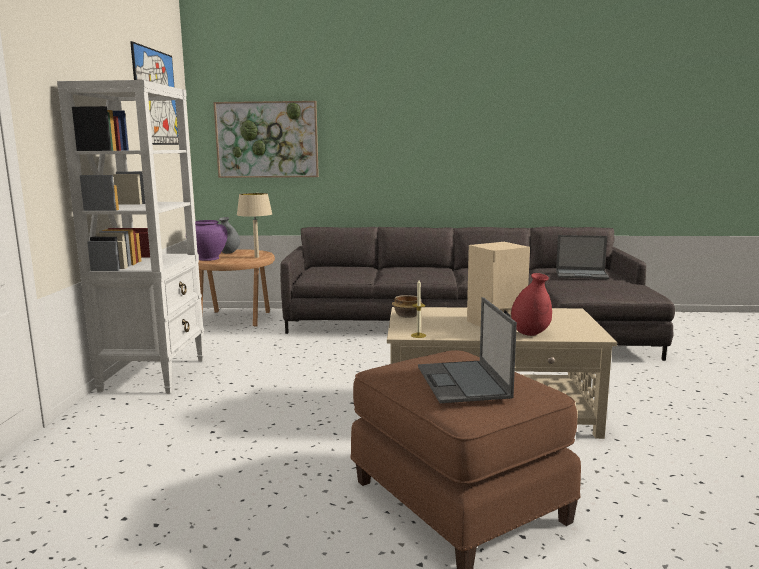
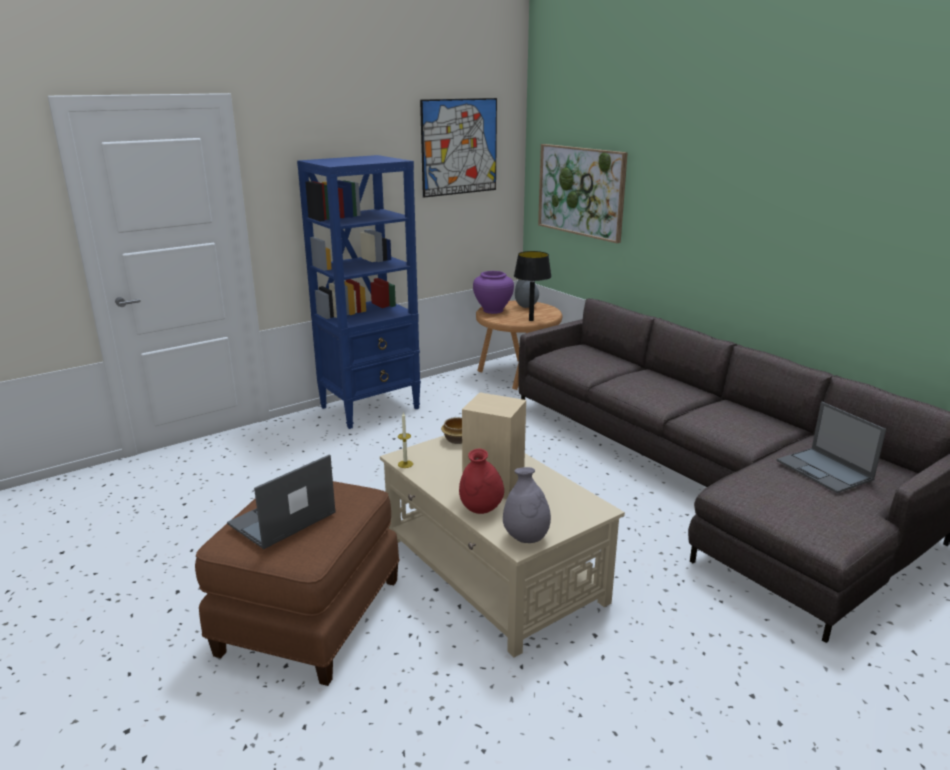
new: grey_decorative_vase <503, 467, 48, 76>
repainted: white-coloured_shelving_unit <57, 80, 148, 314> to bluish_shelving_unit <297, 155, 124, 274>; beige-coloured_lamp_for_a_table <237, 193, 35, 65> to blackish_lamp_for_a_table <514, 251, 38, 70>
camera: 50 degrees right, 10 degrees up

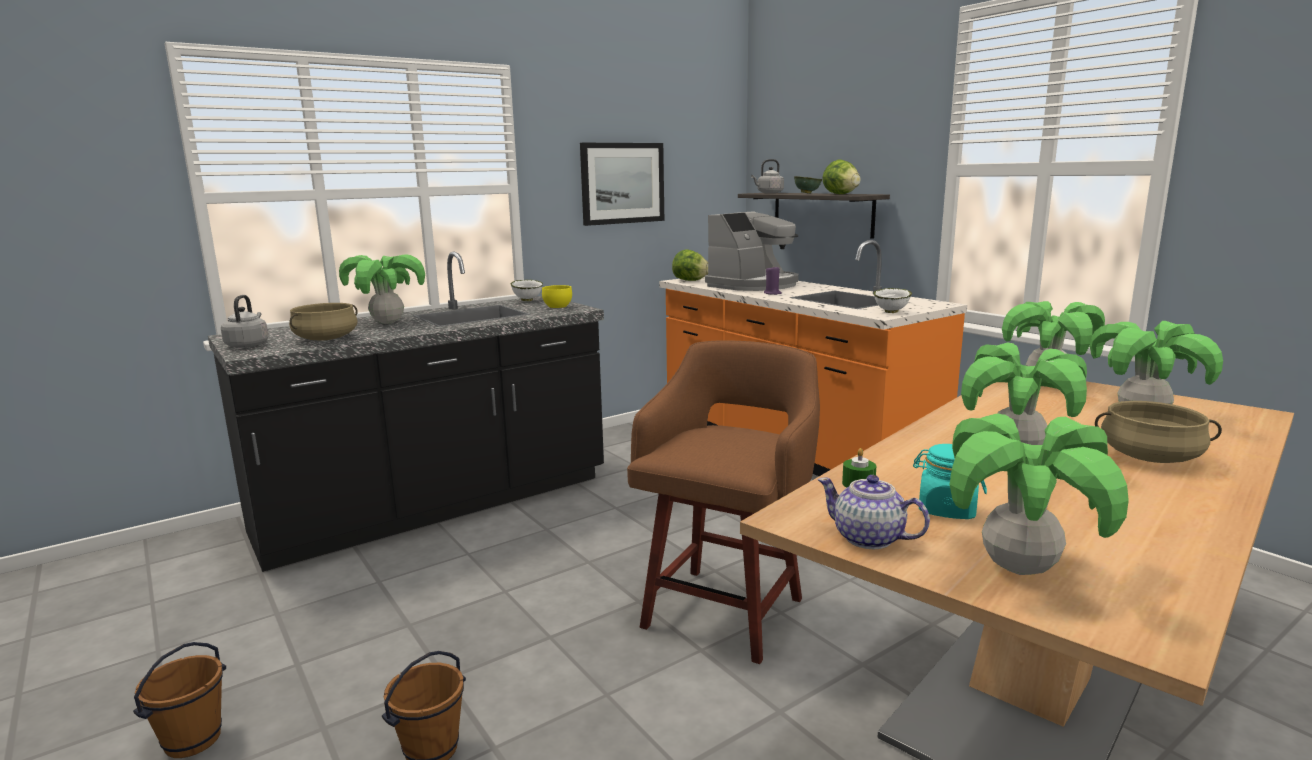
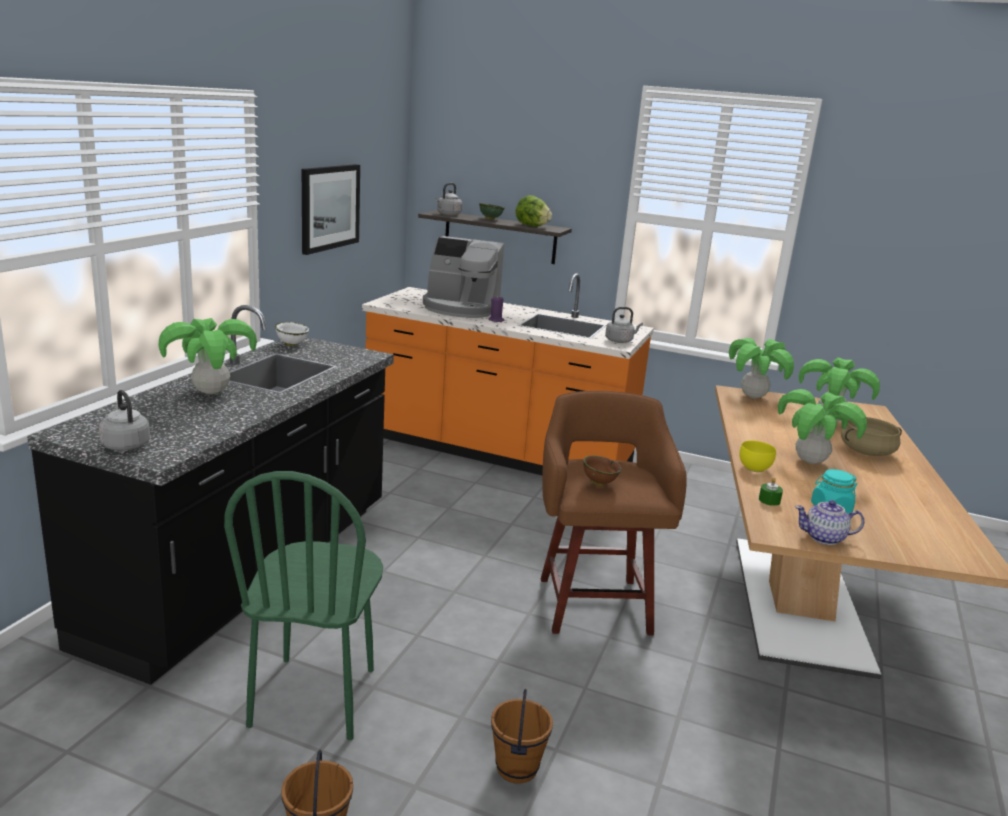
gone: beige-coloured_stockpot <289, 303, 69, 38>; lettuce_head <672, 250, 36, 31>; houseplant <949, 413, 180, 162>
new: green-coloured_chair <224, 471, 159, 269>; brown_serving_bowl <583, 455, 39, 31>
shifted: yellow-coloured_serving_bowl <542, 285, 30, 24> to <740, 441, 36, 31>
swapped: white-coloured_serving_bowl <873, 288, 39, 25> to grey_kettle <605, 307, 38, 36>
rotated: coffee_brewer <705, 211, 94, 80> = <423, 236, 81, 82> 90 degrees clockwise
camera: 35 degrees left, 5 degrees up

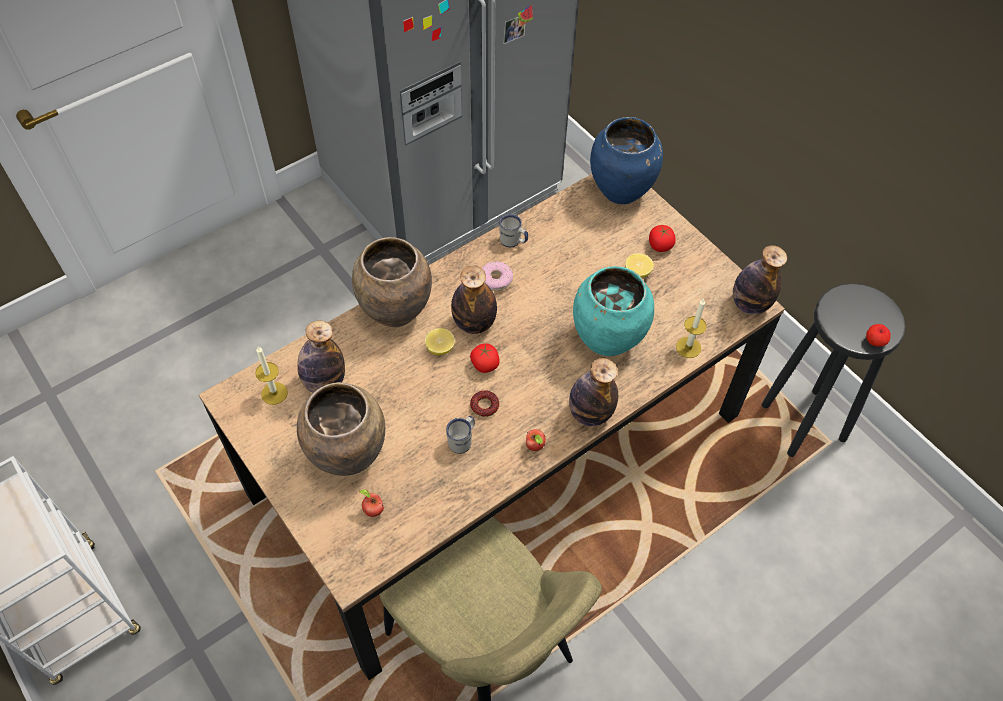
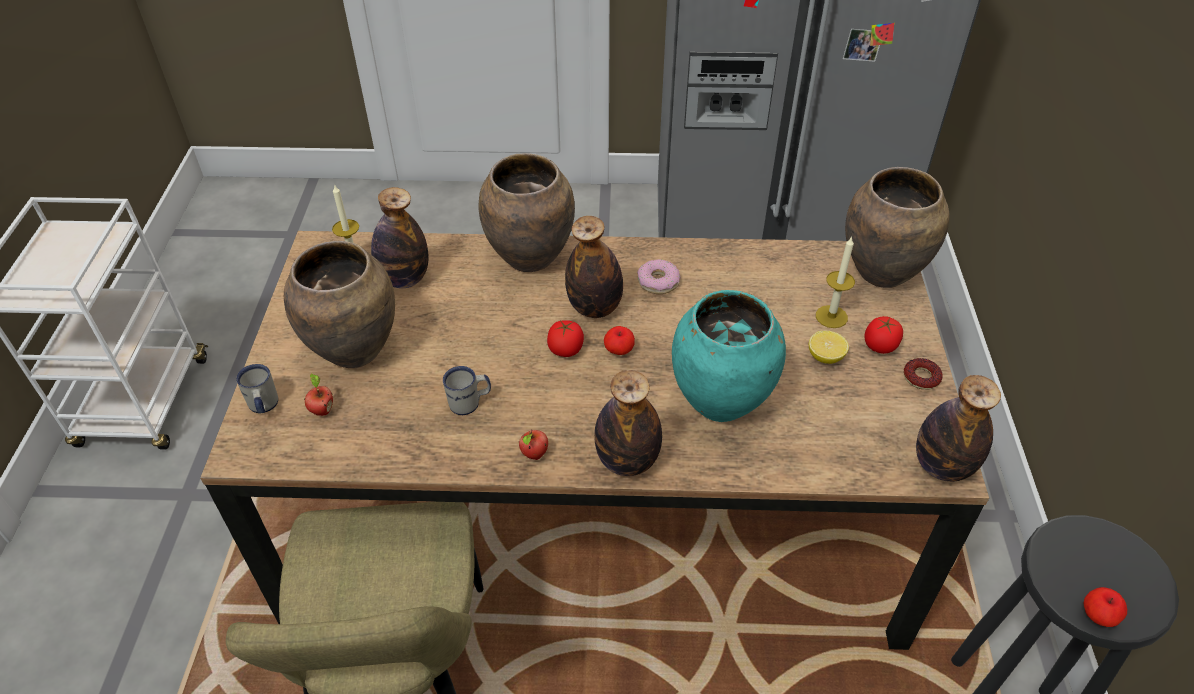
gone: citrus_fruit <425, 328, 30, 27>
new: apple_fruit <604, 326, 31, 29>
shifted: ring_doughnut <470, 390, 29, 27> to <904, 358, 39, 32>; white-coloured_tea_mug <499, 214, 29, 33> to <236, 364, 42, 50>; candle <676, 299, 31, 59> to <816, 236, 39, 92>
repainted: bluish_decorative_vase <590, 117, 73, 87> to brown_decorative_vase <845, 167, 104, 121>
camera: 40 degrees right, 10 degrees down

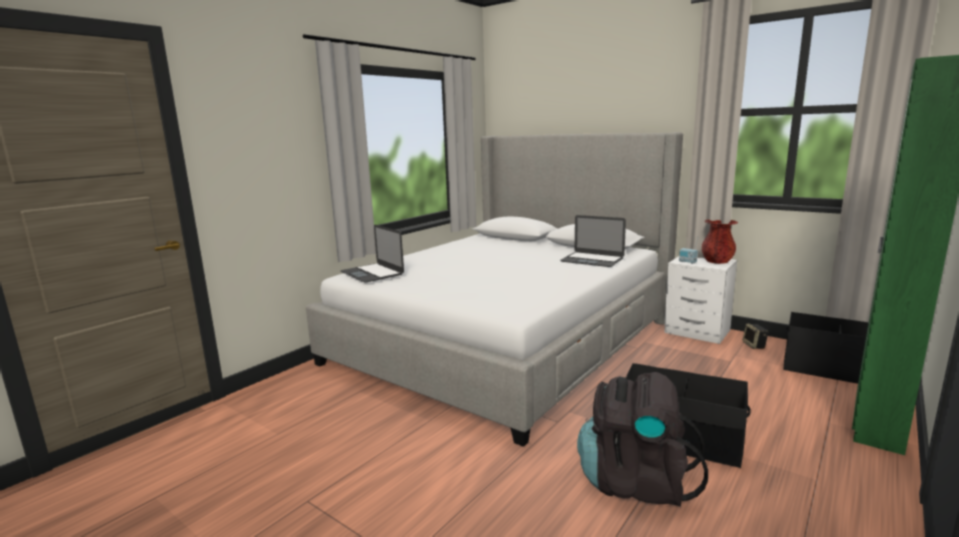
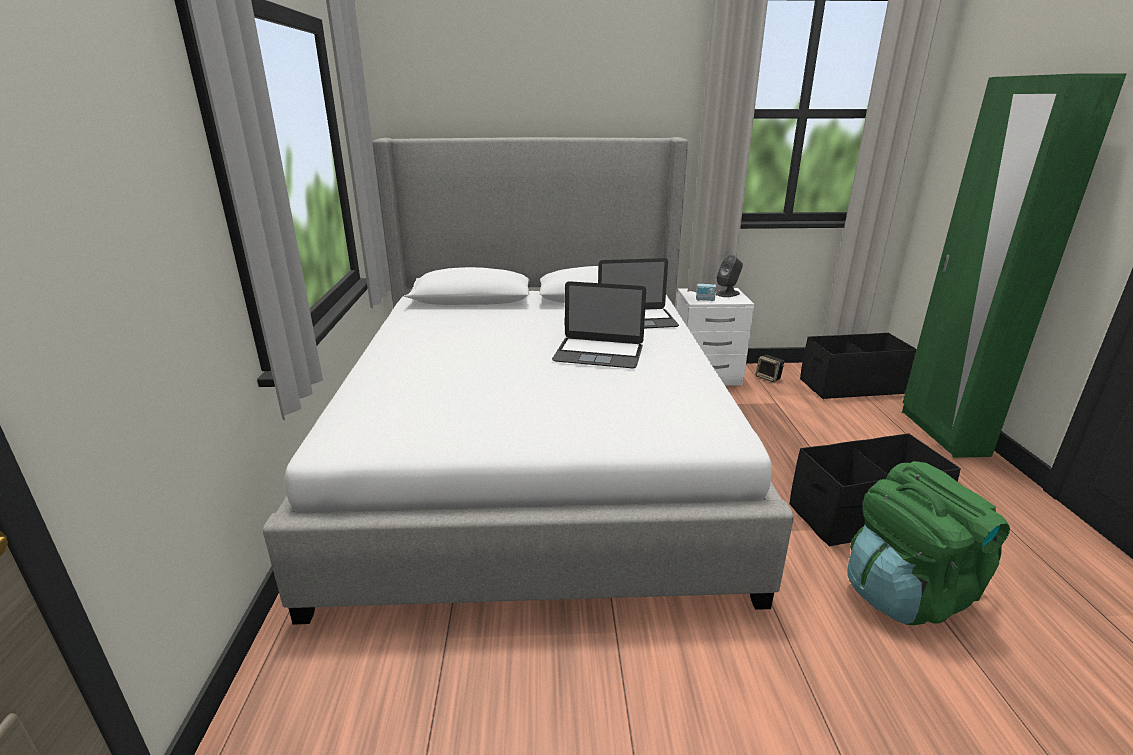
shifted: laptop <341, 225, 63, 58> to <552, 281, 94, 87>
swapped: red_decorative_vase <701, 220, 37, 44> to grey_loudspeaker <716, 255, 27, 42>
repainted: blackish_rucksack <577, 372, 131, 135> to green-coloured_rucksack <847, 461, 163, 164>
camera: 40 degrees left, 10 degrees up

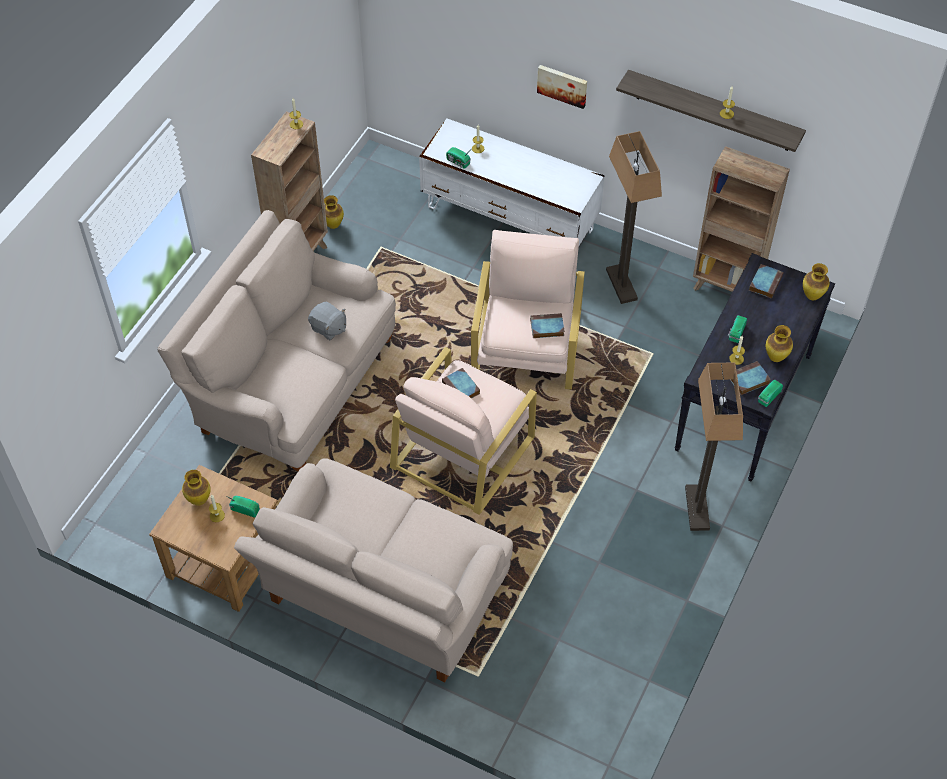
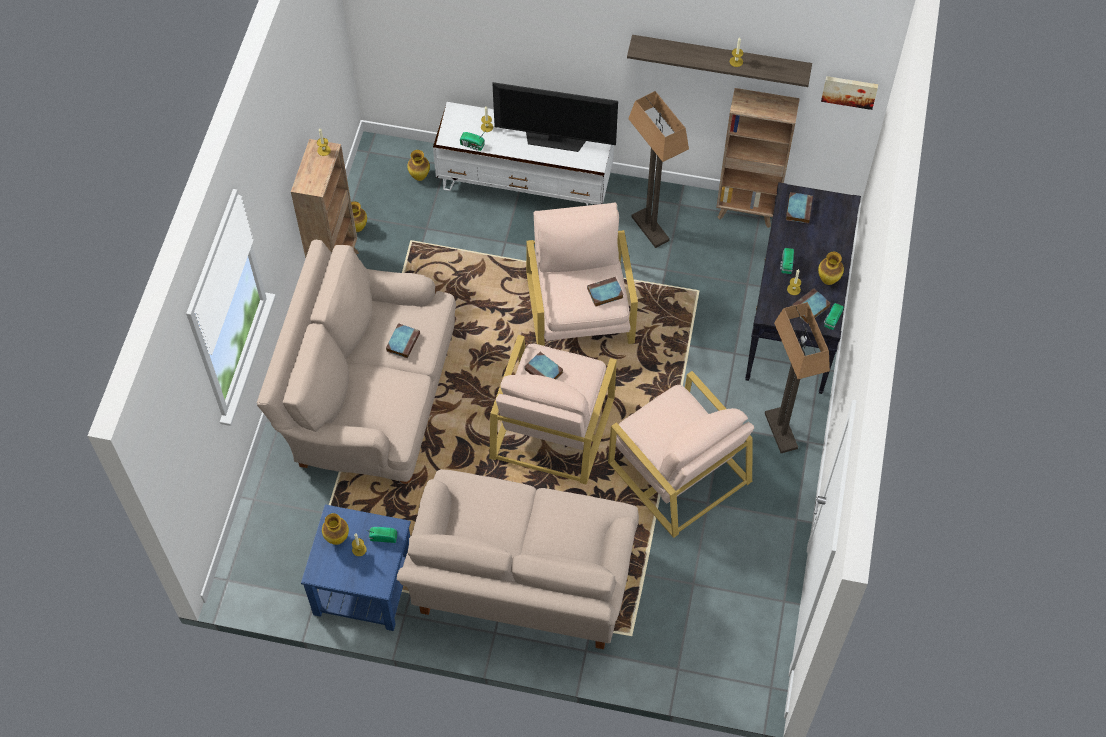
new: TV <492, 82, 126, 70>; beige-coloured_lounge_chair <608, 371, 146, 167>
shifted: wall_picture <537, 65, 50, 44> to <821, 76, 57, 34>; decorative_vase <803, 263, 26, 37> to <407, 150, 23, 31>
swapped: grey_cuddly_toy <308, 302, 38, 38> to volume <386, 323, 34, 35>
repainted: brown_end_table <149, 465, 129, 147> to bluish_end_table <301, 504, 110, 127>
camera: 15 degrees left, 5 degrees up

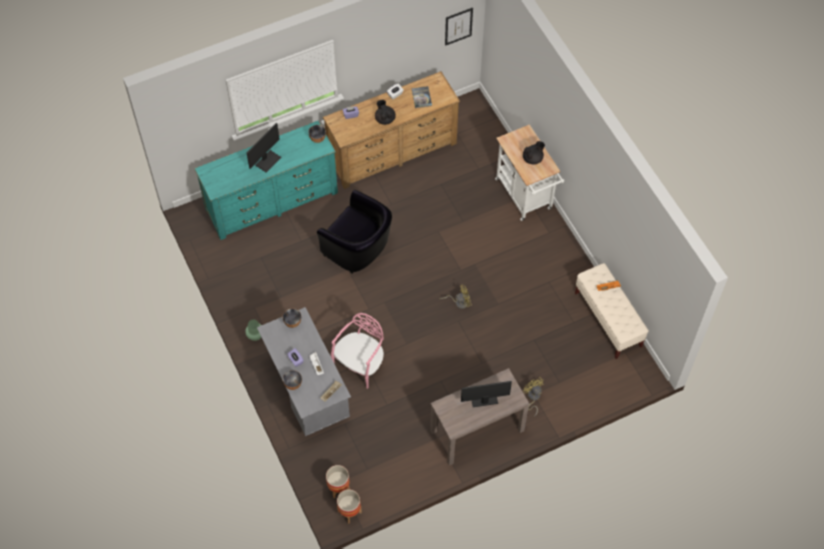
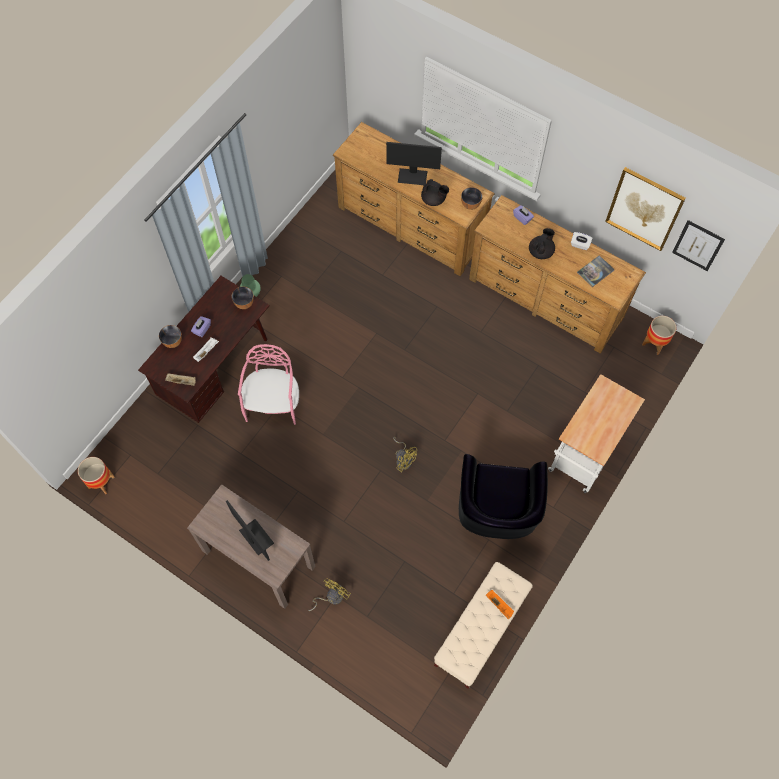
new: wall_picture <605, 167, 81, 84>
shifted: blackish_lounge_chair <317, 190, 75, 84> to <459, 454, 89, 85>; planter <326, 465, 24, 34> to <642, 316, 34, 39>; blackish_pot_for_tea <523, 141, 22, 23> to <421, 179, 28, 27>
repainted: blue-green_drawer_chest <194, 121, 144, 119> to brown_drawer_chest <333, 122, 162, 154>; grey_desk_table <257, 307, 94, 129> to brown_desk_table <138, 276, 132, 147>
rotated: pink_chair <331, 313, 53, 76> = <238, 344, 61, 81> 90 degrees counterclockwise
camera: 60 degrees right, 5 degrees up

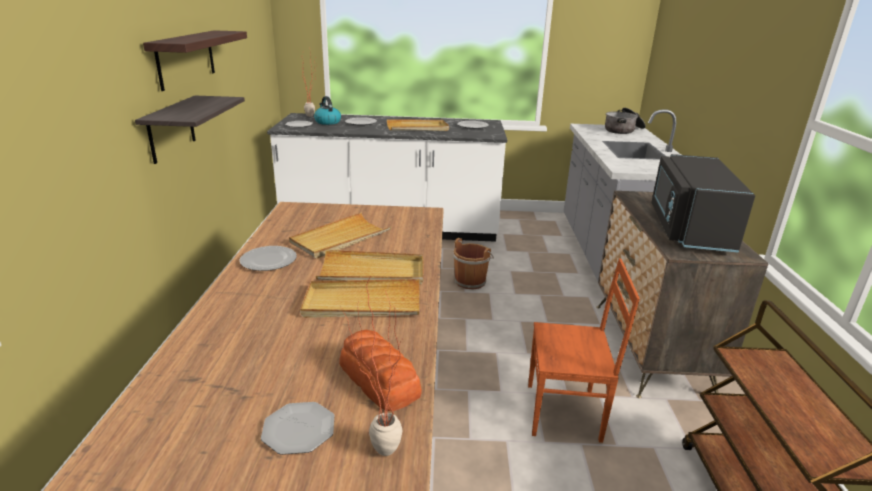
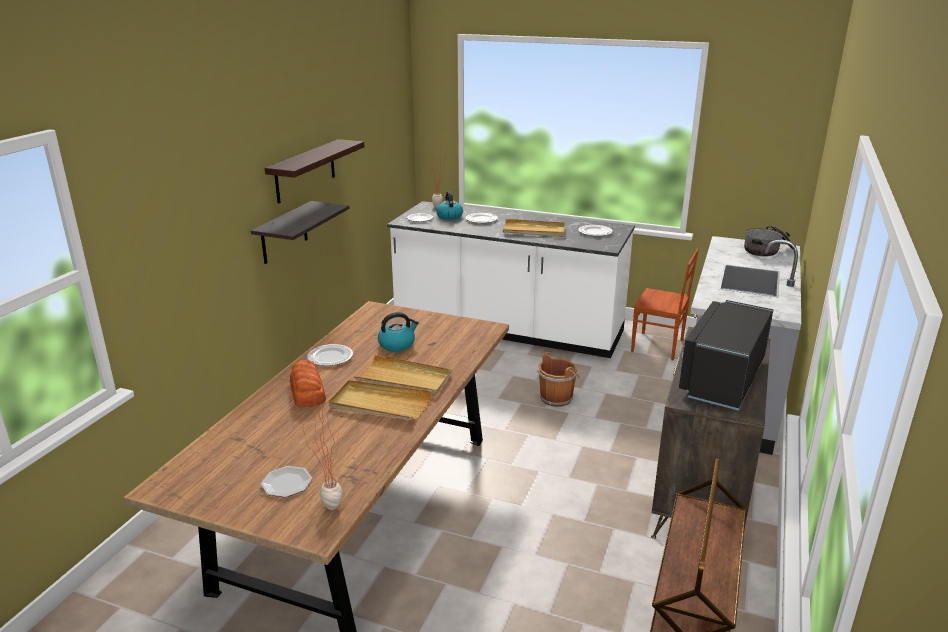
shifted: baked_bread <339, 330, 83, 81> to <290, 360, 36, 48>; brown_chair <528, 258, 112, 185> to <631, 248, 68, 113>
swapped: beige-coloured_serving_tray <289, 212, 103, 46> to kettle <378, 312, 41, 40>
camera: 20 degrees right, 0 degrees up

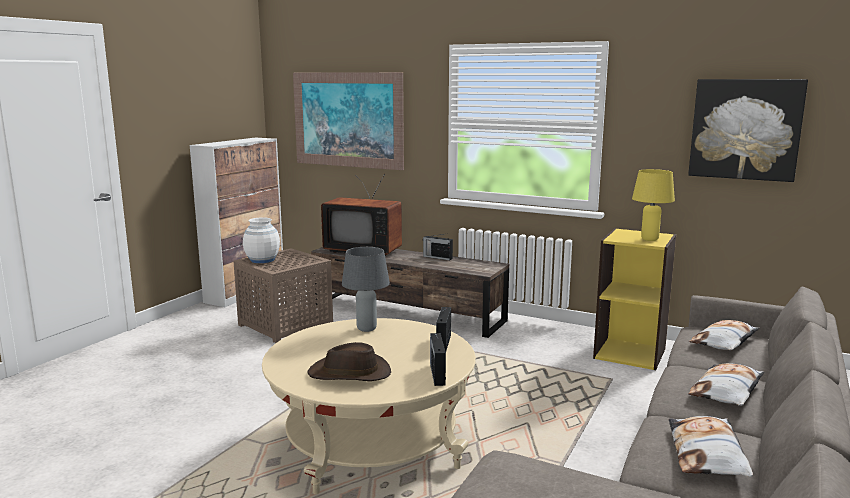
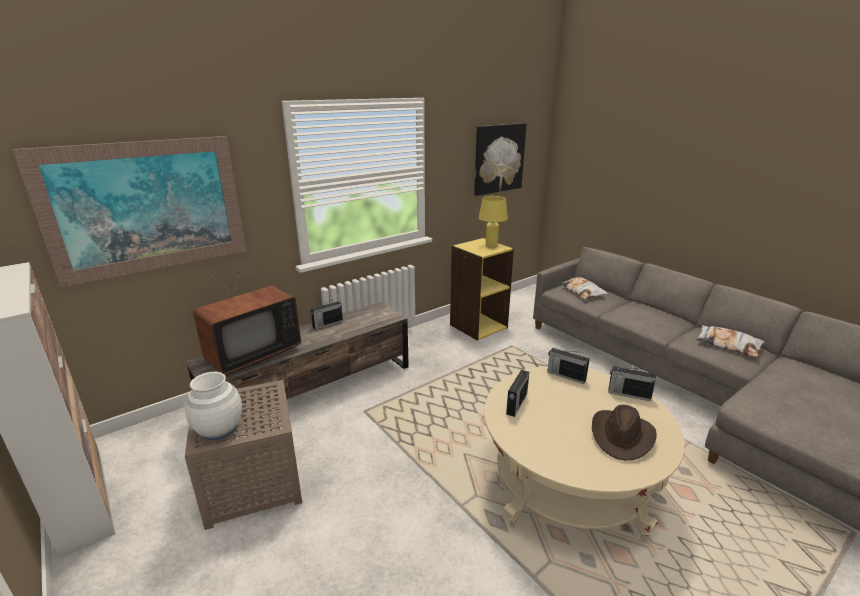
gone: throw_pillow <688, 363, 77, 43>
swapped: grey_lamp_for_a_table <342, 247, 48, 85> to radio_receiver <506, 369, 23, 48>
camera: 65 degrees left, 10 degrees up

